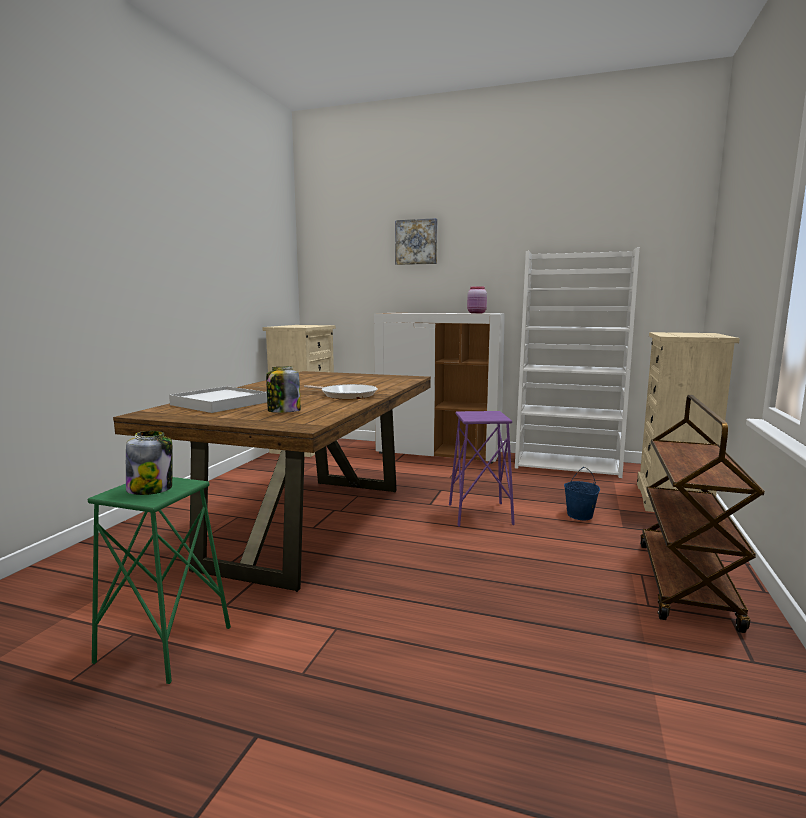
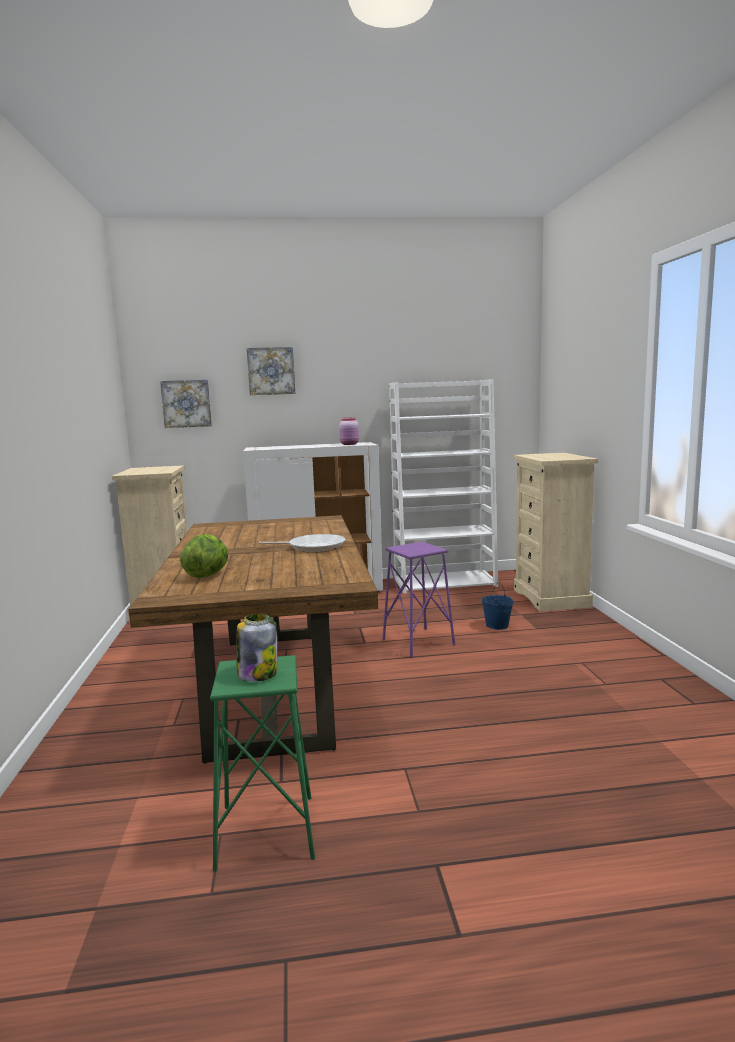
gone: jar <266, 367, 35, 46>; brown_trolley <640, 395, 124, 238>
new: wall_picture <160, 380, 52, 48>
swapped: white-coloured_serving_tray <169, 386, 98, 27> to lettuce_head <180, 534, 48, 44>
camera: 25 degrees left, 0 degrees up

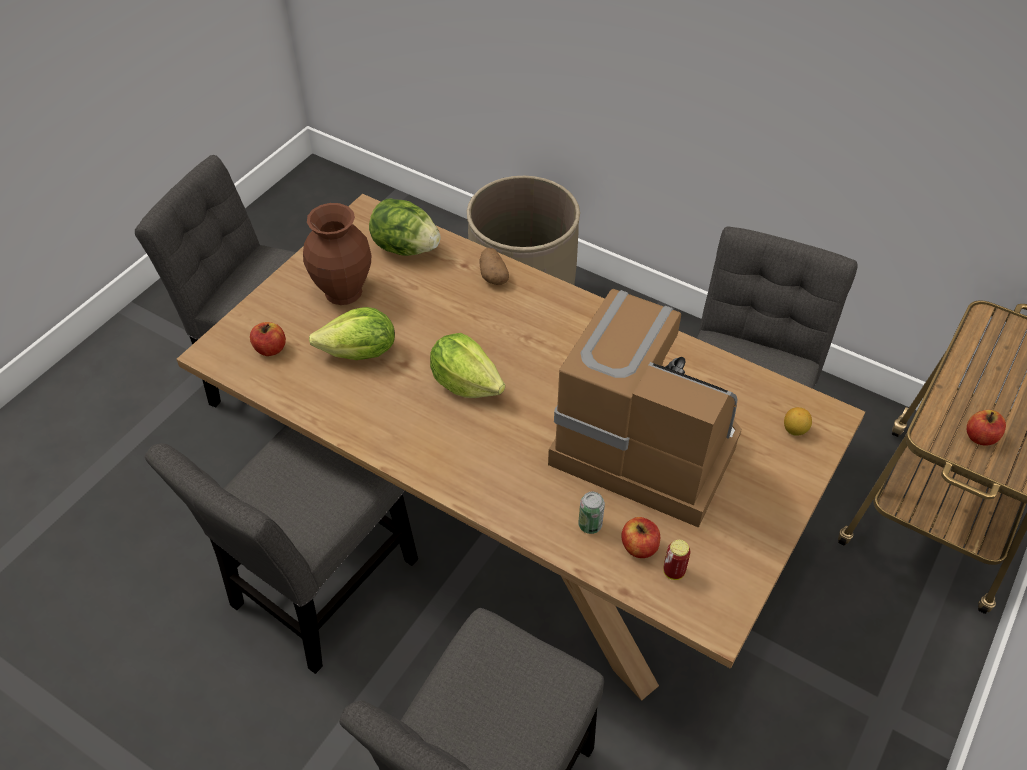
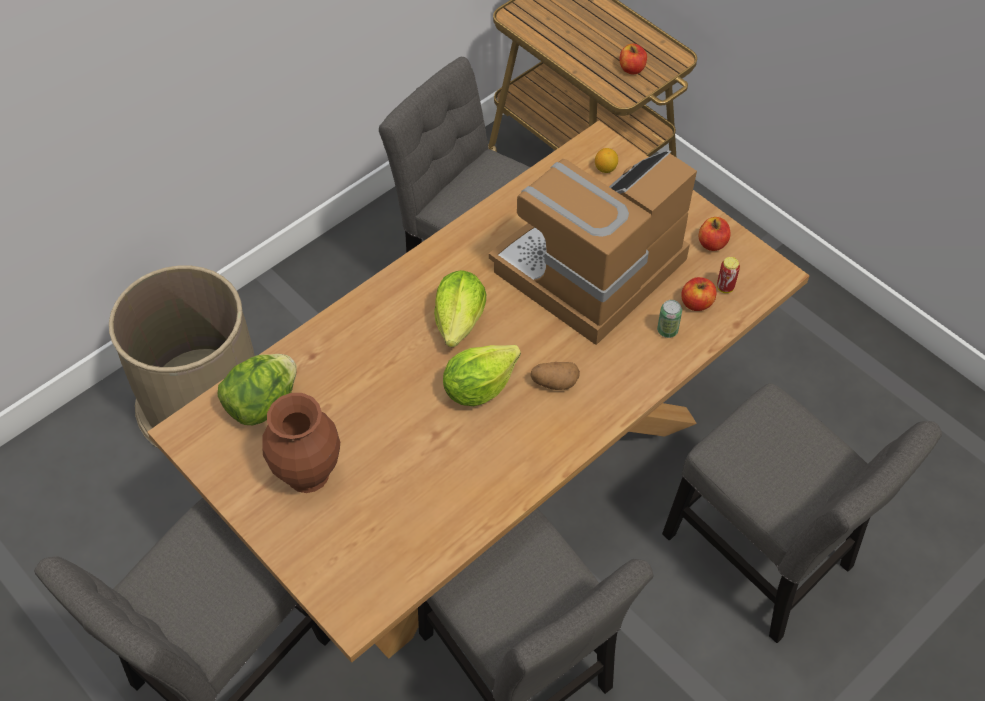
shifted: apple_fruit <250, 322, 36, 34> to <699, 217, 32, 34>; lettuce_head <309, 307, 86, 53> to <434, 270, 52, 77>; potato <479, 248, 30, 37> to <530, 362, 50, 28>
camera: 75 degrees left, 5 degrees up

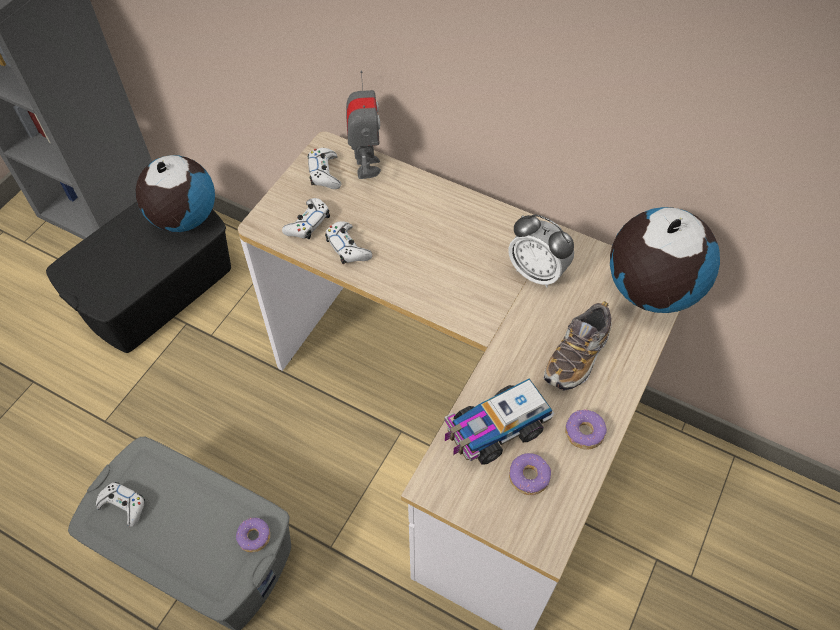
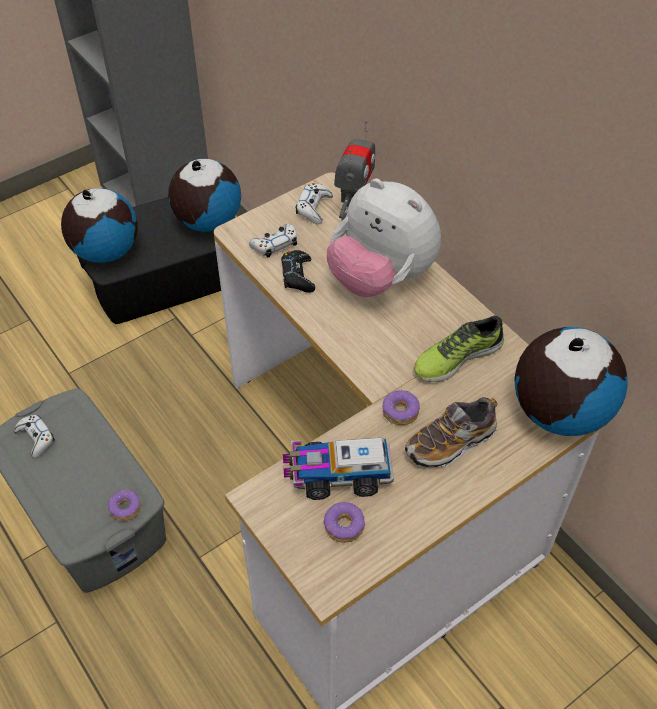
new: world_globe <61, 188, 77, 75>; cuddly_toy <327, 179, 114, 118>
shifted: ring_doughnut <565, 409, 42, 41> to <382, 389, 38, 36>
swapped: table_clock <508, 214, 66, 74> to item_of_footwear <414, 316, 90, 66>
repainted: white-coloured_joypad <325, 221, 47, 44> to blackish_joypad <281, 250, 34, 43>
camera: 25 degrees right, 5 degrees down

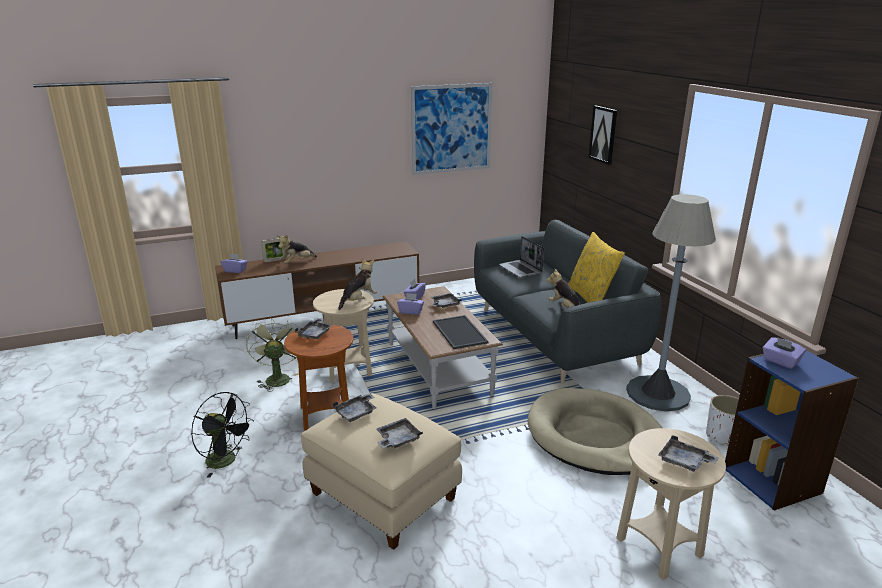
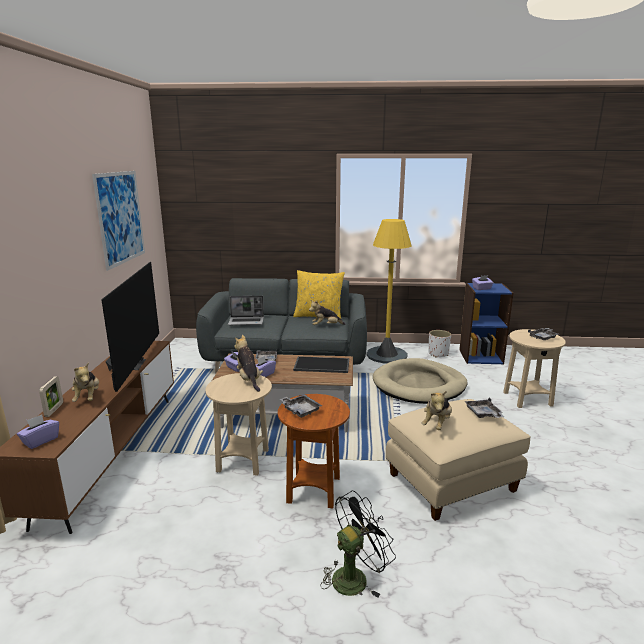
gone: green-coloured_cooling_fan <246, 319, 53, 73>; wall_picture <588, 106, 29, 59>
new: TV <101, 262, 58, 130>
swapped: grey_serving_tray <333, 393, 43, 29> to cuddly_toy <421, 391, 31, 39>
repainted: grey_standard_lamp <626, 194, 90, 218> to yellow-coloured_standard_lamp <366, 219, 46, 144>
camera: 65 degrees left, 5 degrees down

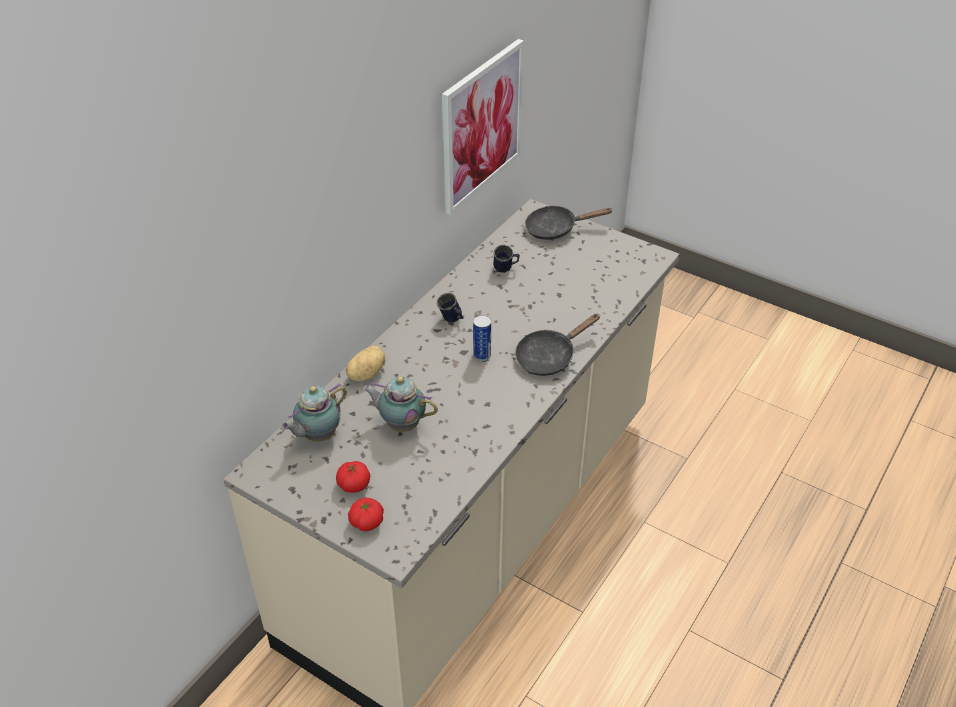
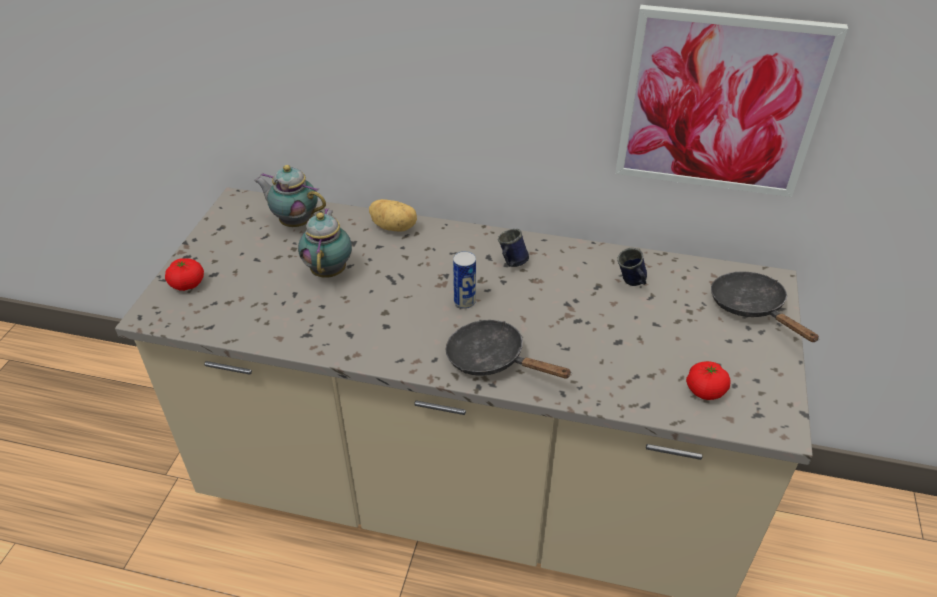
shifted: tomato <336, 461, 34, 32> to <686, 361, 45, 39>
camera: 70 degrees right, 0 degrees up

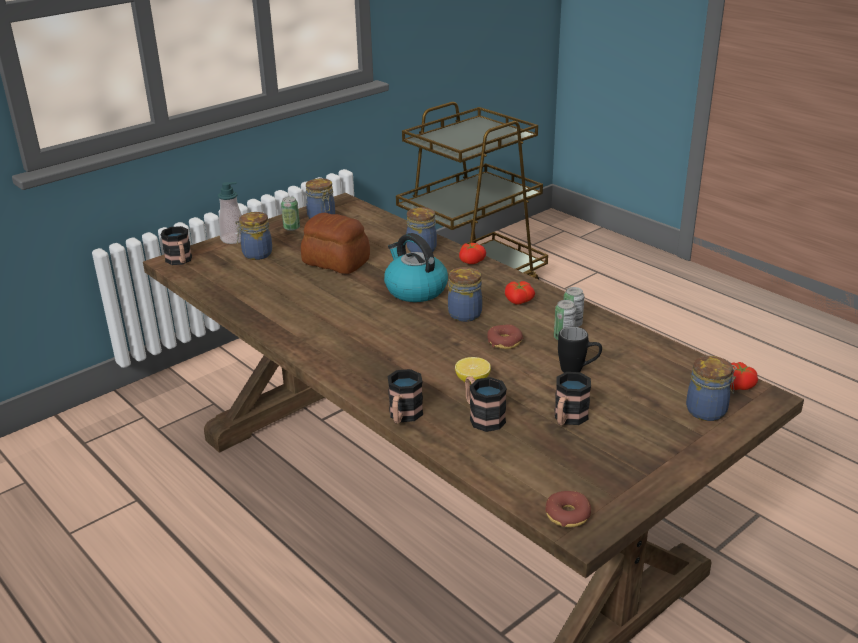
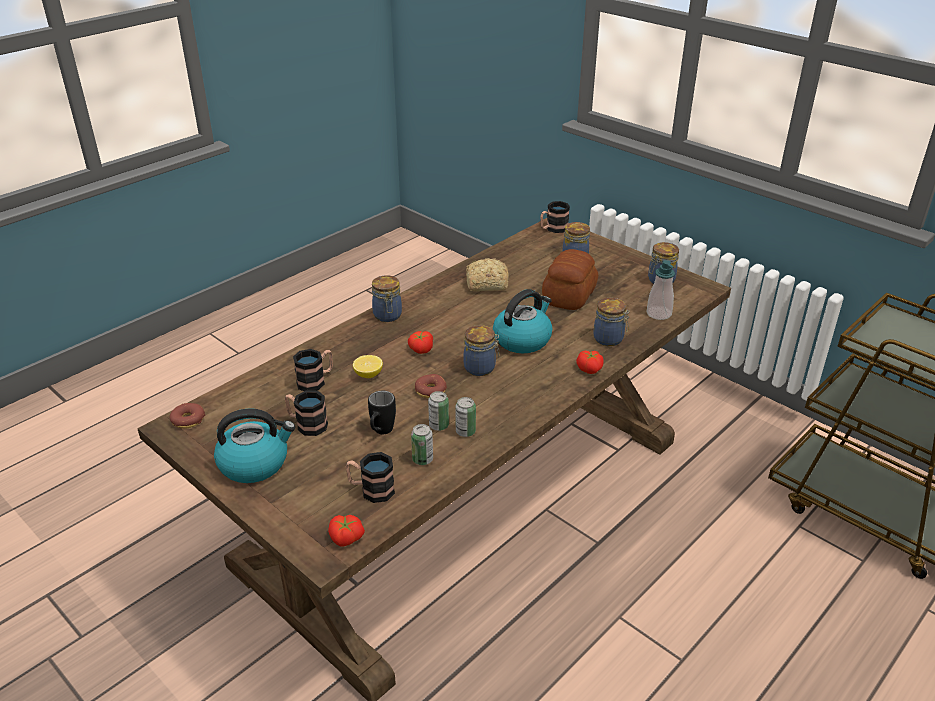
new: kettle <214, 408, 81, 75>; baked_bread <466, 258, 43, 34>
shifted: liquid_soap_bottle <218, 182, 24, 62> to <647, 260, 28, 60>; can <281, 197, 19, 34> to <411, 424, 22, 41>; tea_mug <388, 369, 35, 55> to <345, 452, 50, 51>; tomato <505, 281, 30, 24> to <408, 331, 25, 23>; jar <686, 356, 51, 65> to <372, 275, 30, 47>
camera: 85 degrees right, 5 degrees up

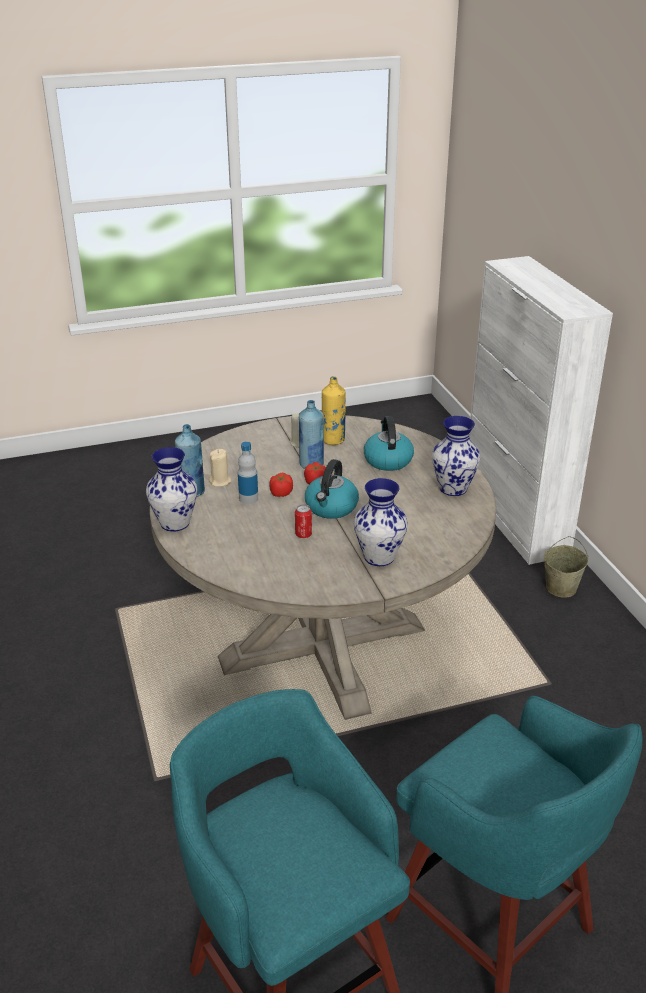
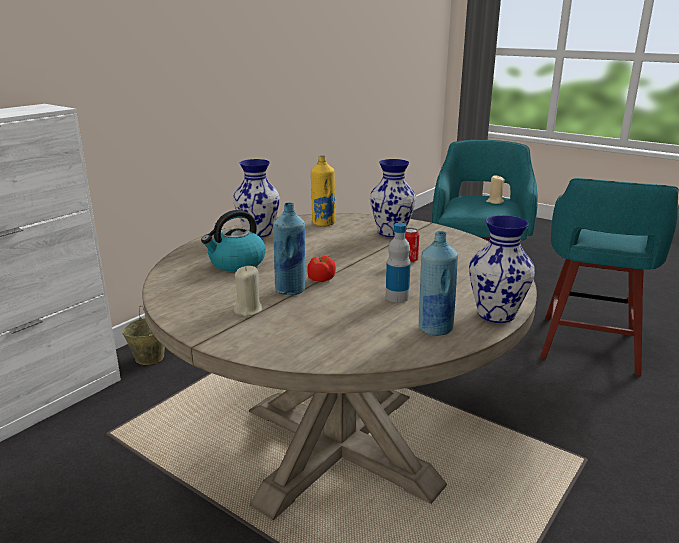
gone: tomato <269, 473, 24, 24>; kettle <305, 459, 54, 60>
shifted: beige-coloured_candle <209, 449, 23, 38> to <486, 175, 19, 29>; yellow-coloured_beverage_bottle <322, 376, 24, 69> to <311, 155, 24, 72>
camera: 125 degrees left, 10 degrees down

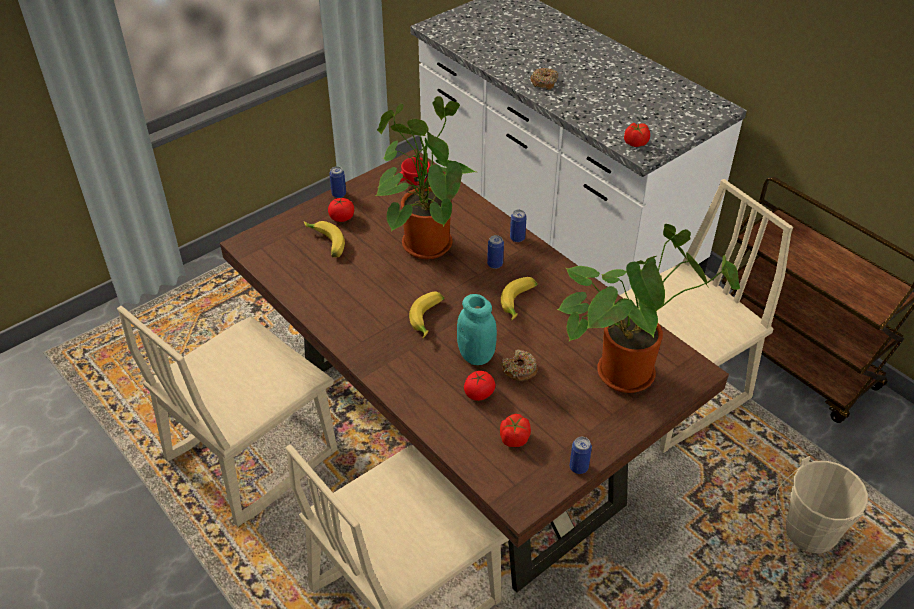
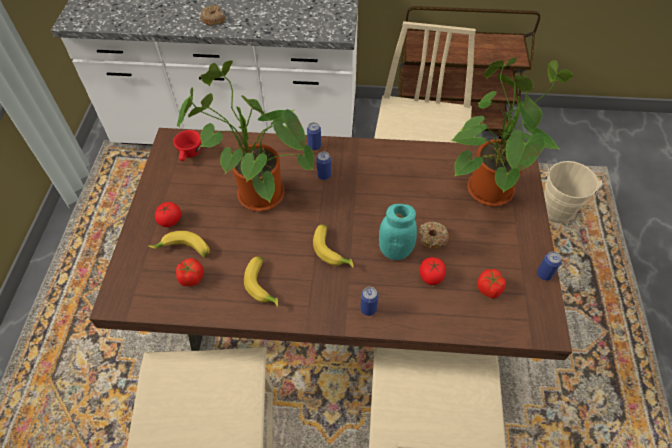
shifted: can <329, 166, 17, 32> to <360, 287, 18, 29>; whole_banana <501, 277, 37, 44> to <244, 256, 34, 51>; tomato <624, 123, 26, 24> to <176, 258, 28, 28>
camera: 45 degrees left, 10 degrees up

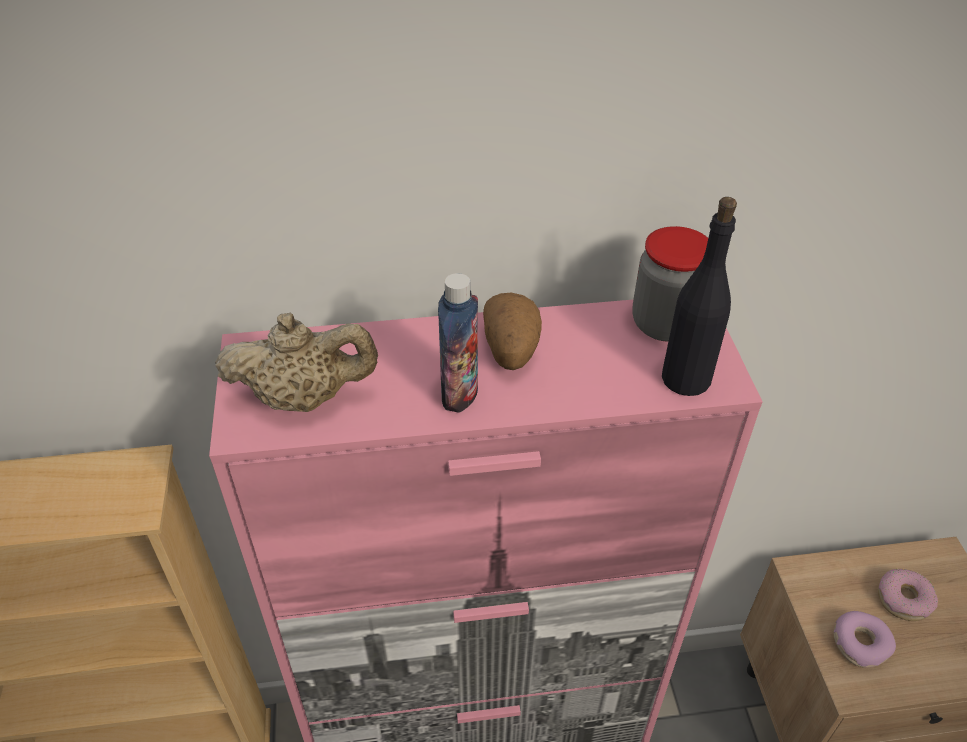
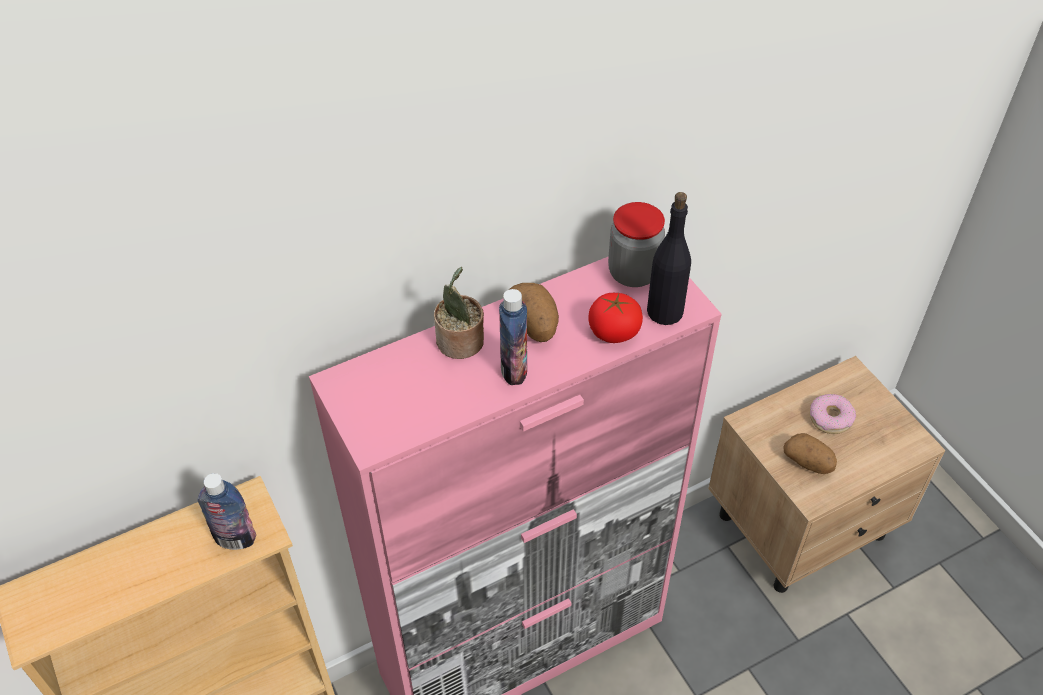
gone: beige-coloured_pot_for_tea <215, 312, 163, 100>
new: beverage_bottle <197, 473, 59, 77>; houseplant <434, 267, 50, 92>; tomato <588, 293, 55, 50>
swapped: ring_doughnut <833, 611, 63, 57> to potato <783, 433, 54, 41>
camera: 20 degrees left, 5 degrees up

